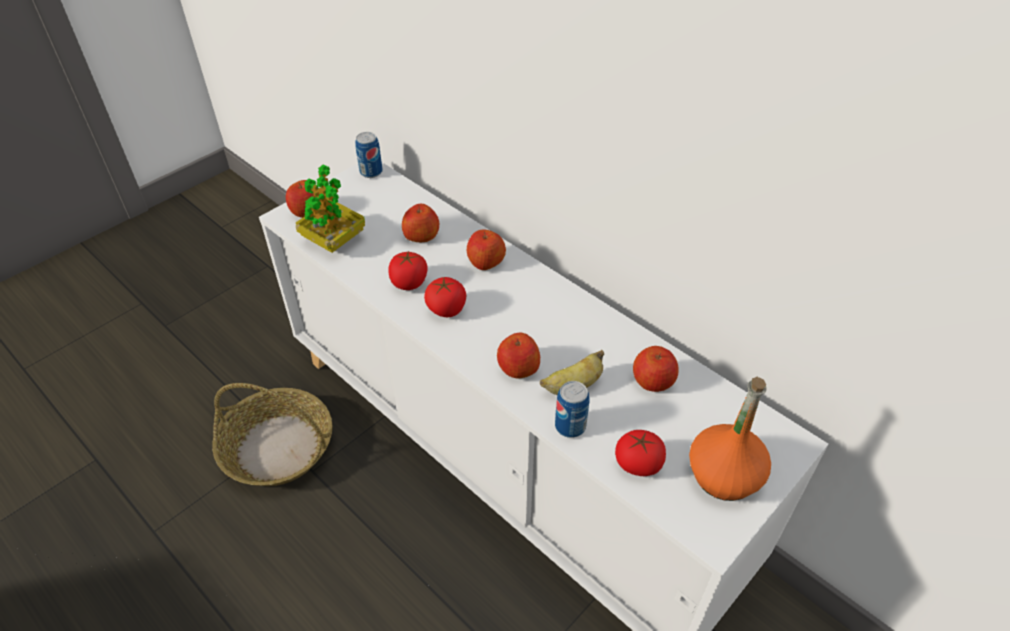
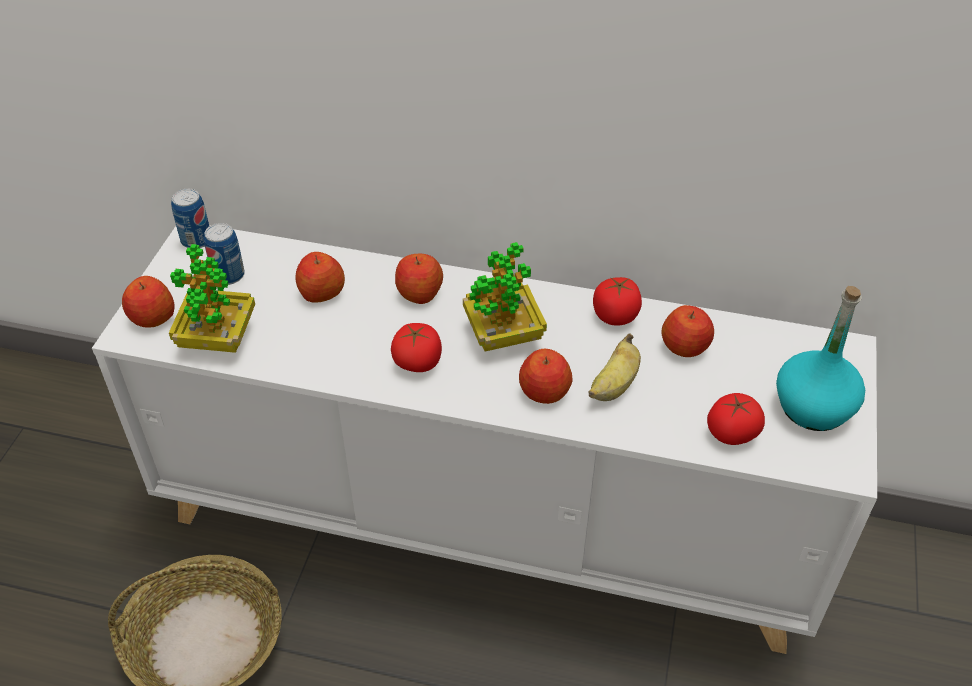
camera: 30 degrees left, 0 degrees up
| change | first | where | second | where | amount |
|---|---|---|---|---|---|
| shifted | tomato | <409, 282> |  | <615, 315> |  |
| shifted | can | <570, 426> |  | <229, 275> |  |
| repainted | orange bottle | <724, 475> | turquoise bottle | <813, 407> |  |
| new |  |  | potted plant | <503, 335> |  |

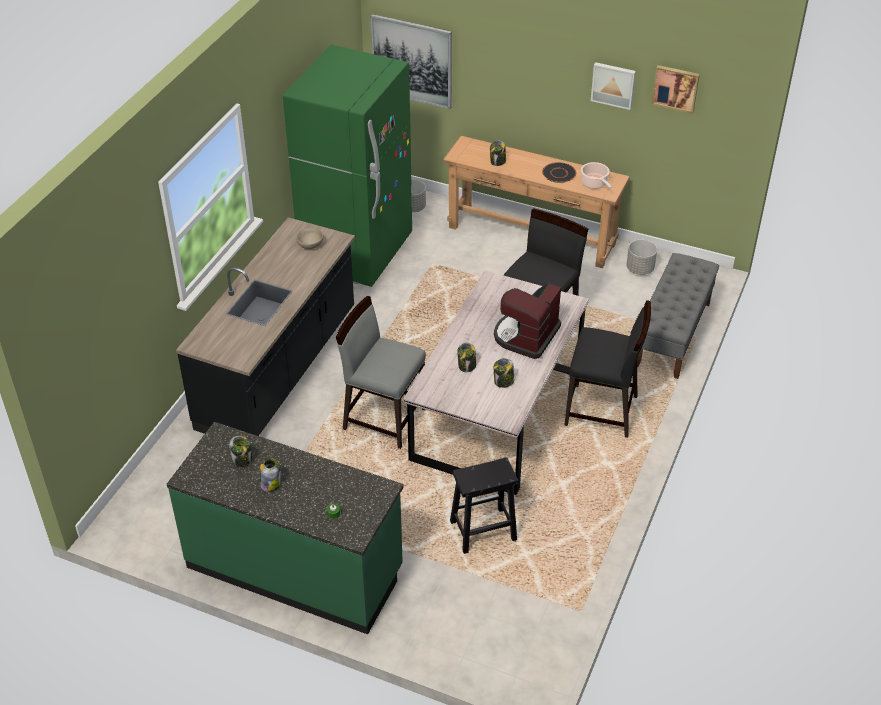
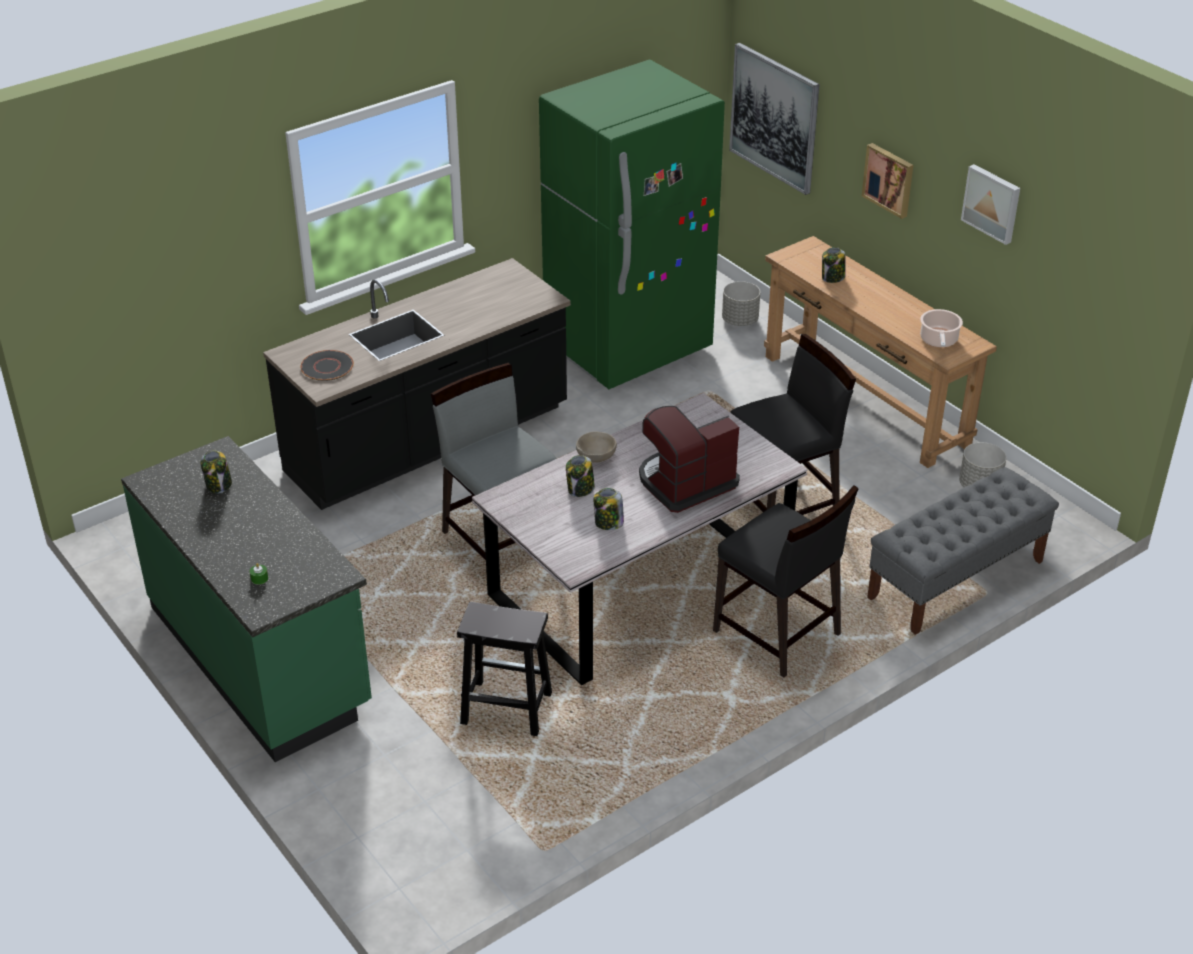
camera: 30 degrees right, 5 degrees down
| change | first | where | second | where | amount |
|---|---|---|---|---|---|
| gone | jar | <270, 484> |  |  |  |
| shifted | beige bowl | <310, 245> |  | <596, 457> |  |
| shifted | black plate | <559, 173> |  | <327, 367> |  |
| shifted | picture | <676, 88> |  | <889, 179> |  |

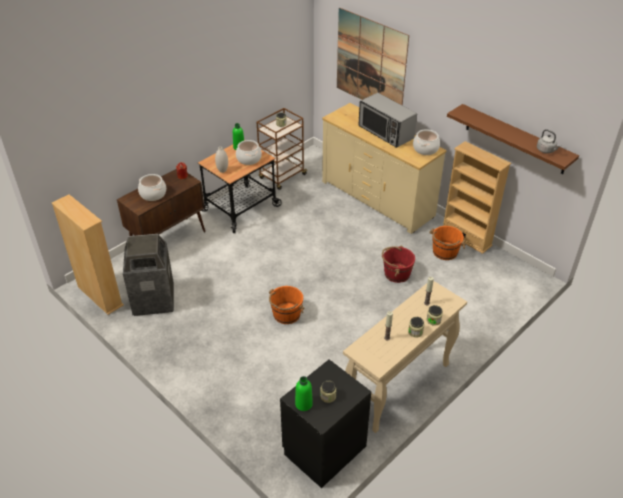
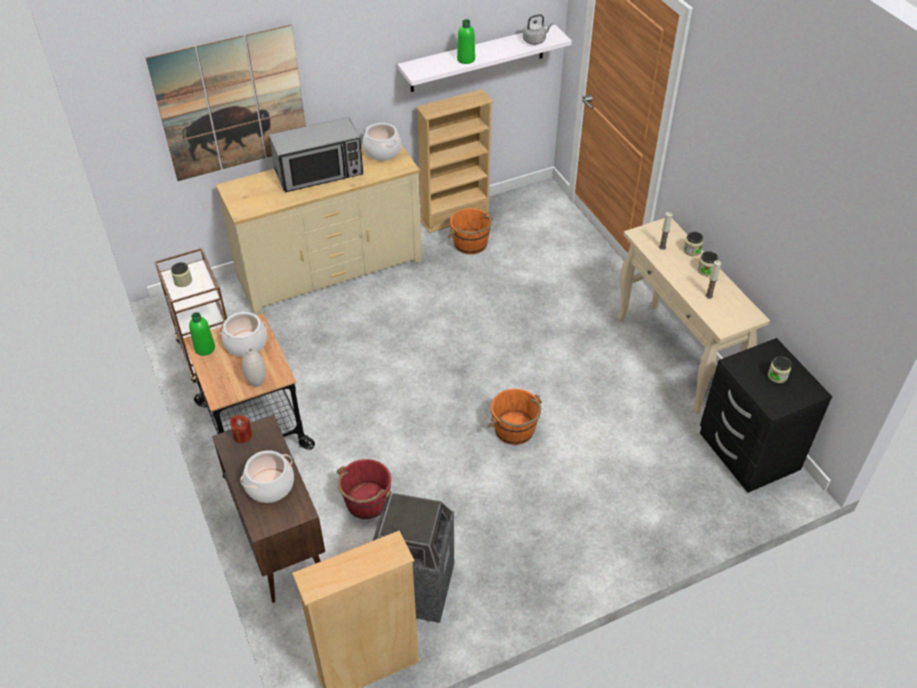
camera: 70 degrees left, 5 degrees up
| change | first | where | second | where | amount |
|---|---|---|---|---|---|
| shifted | green bottle | <303, 404> |  | <466, 59> |  |
| shifted | red bucket | <396, 273> |  | <366, 502> |  |
| repainted | brown shelf | <515, 139> | white shelf | <478, 59> |  |

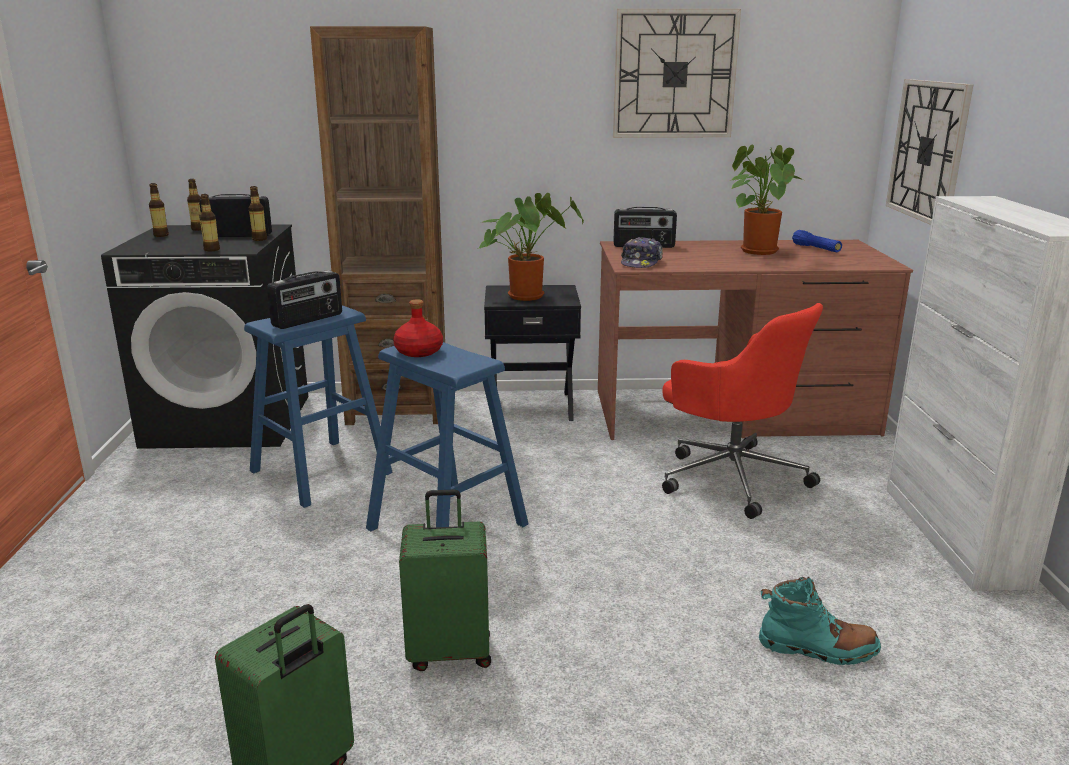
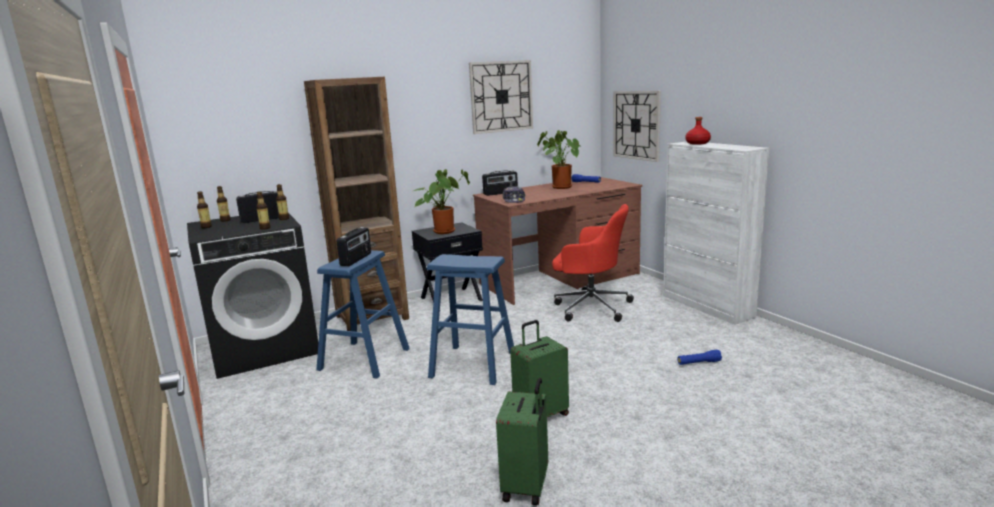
camera: 25 degrees left, 5 degrees down
| change | first | where | second | where | amount |
|---|---|---|---|---|---|
| shifted | red bottle | <418, 351> |  | <697, 143> |  |
| swapped | turquoise boot | <817, 648> | blue flashlight | <698, 363> |  |

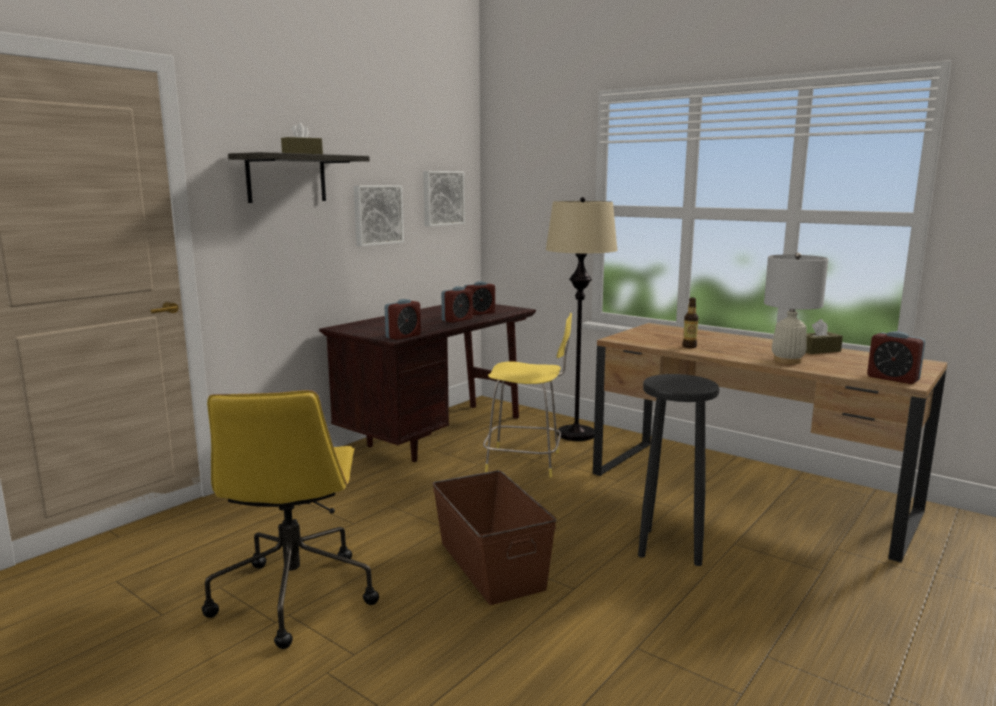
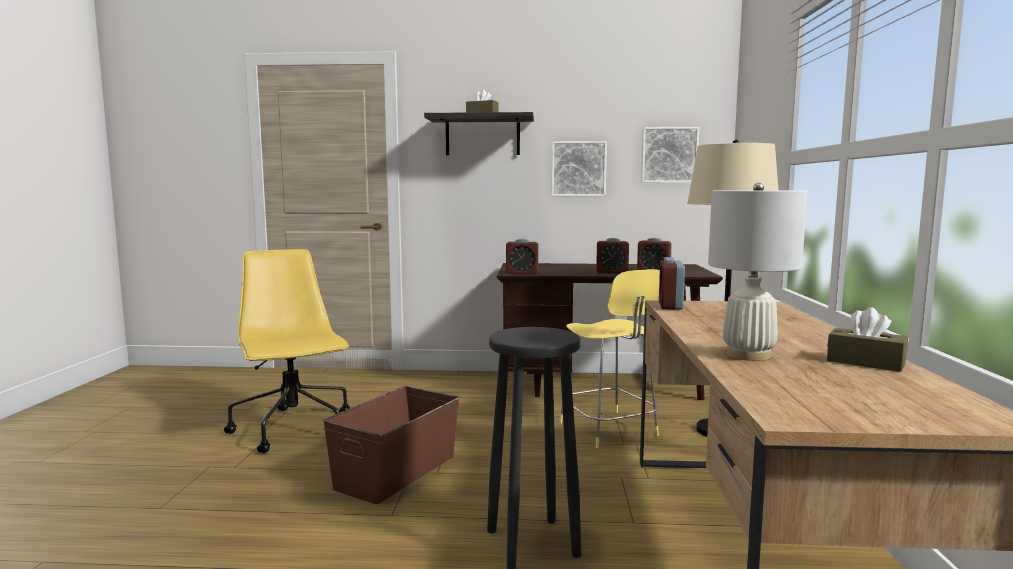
camera: 55 degrees right, 5 degrees down
| change | first | where | second | where | amount |
|---|---|---|---|---|---|
| rotated | yellow office chair | <294, 595> |  | <294, 429> | 105 degrees clockwise |
| gone | bottle | <689, 346> |  |  |  |
| shifted | alarm clock | <892, 378> |  | <670, 306> |  |

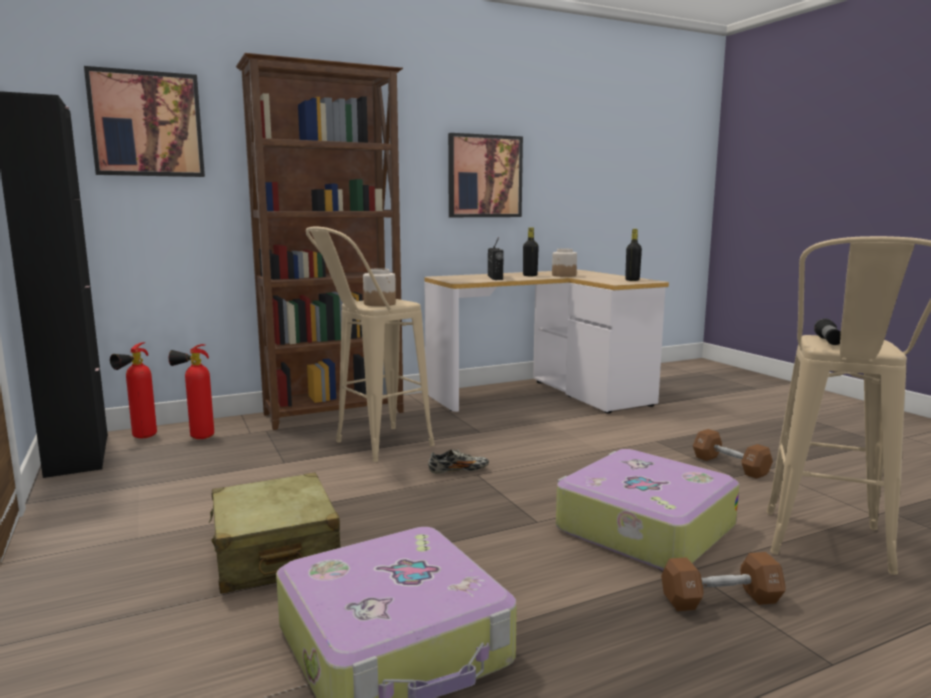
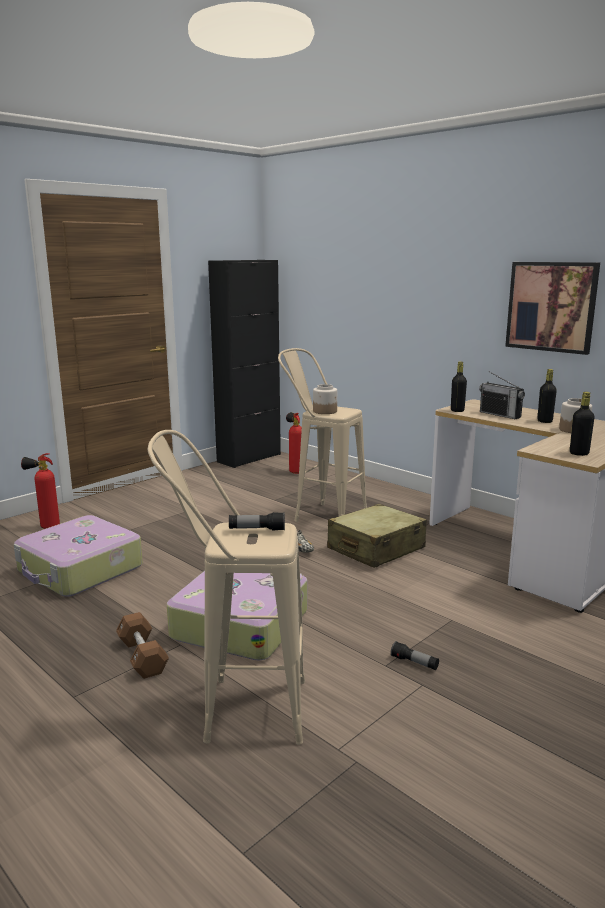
camera: 70 degrees right, 5 degrees up
| change | first | where | second | where | amount |
|---|---|---|---|---|---|
| gone | picture | <147, 124> |  |  |  |
| shifted | fire extinguisher | <140, 438> |  | <46, 527> |  |
| shifted | beige suitcase | <275, 553> |  | <375, 549> |  |
| gone | brown bookcase | <335, 413> |  |  |  |
| rotated | radio | <495, 278> |  | <500, 415> | 75 degrees clockwise |
| swapped | brown dumbbell | <730, 465> | flashlight | <414, 663> |  |
| new |  |  | black bottle | <457, 410> |  |

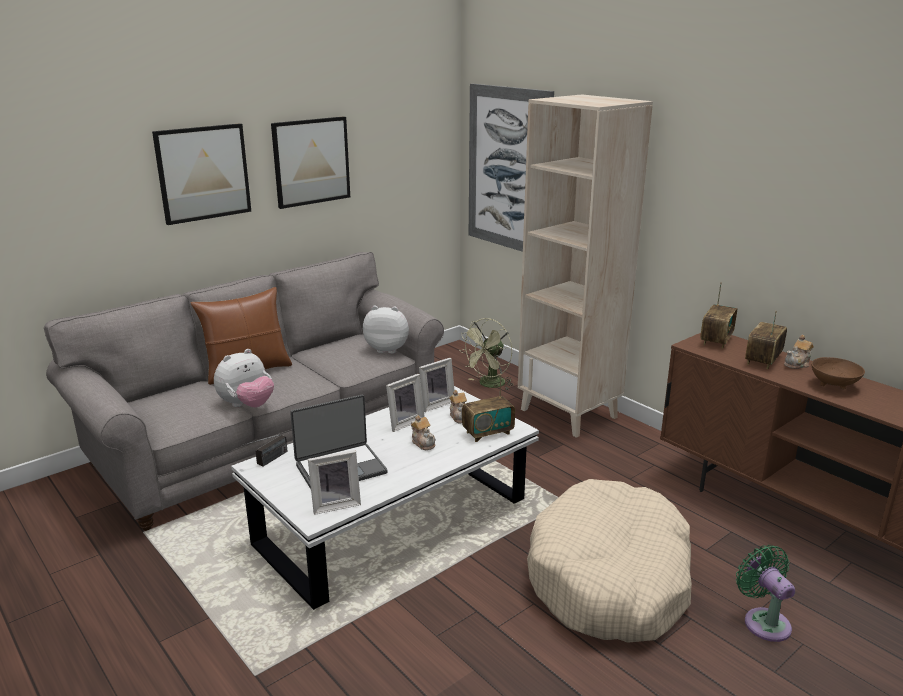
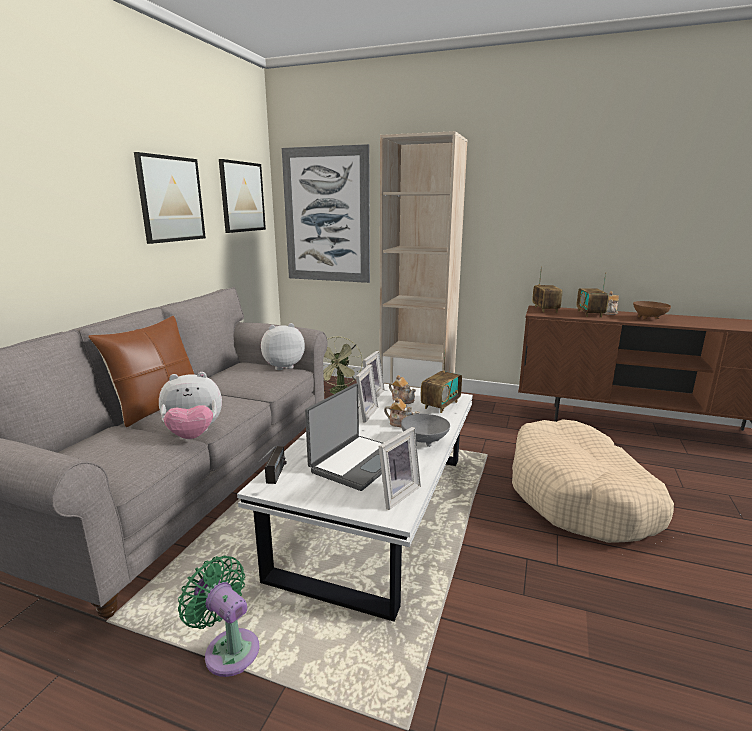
camera: 30 degrees left, 5 degrees down
| change | first | where | second | where | amount |
|---|---|---|---|---|---|
| shifted | picture | <203, 173> |  | <242, 197> |  |
| rotated | plush toy | <247, 405> |  | <194, 435> | 60 degrees clockwise |
| shifted | green fan | <764, 621> |  | <229, 648> |  |
| new |  |  | grey bowl | <423, 442> |  |

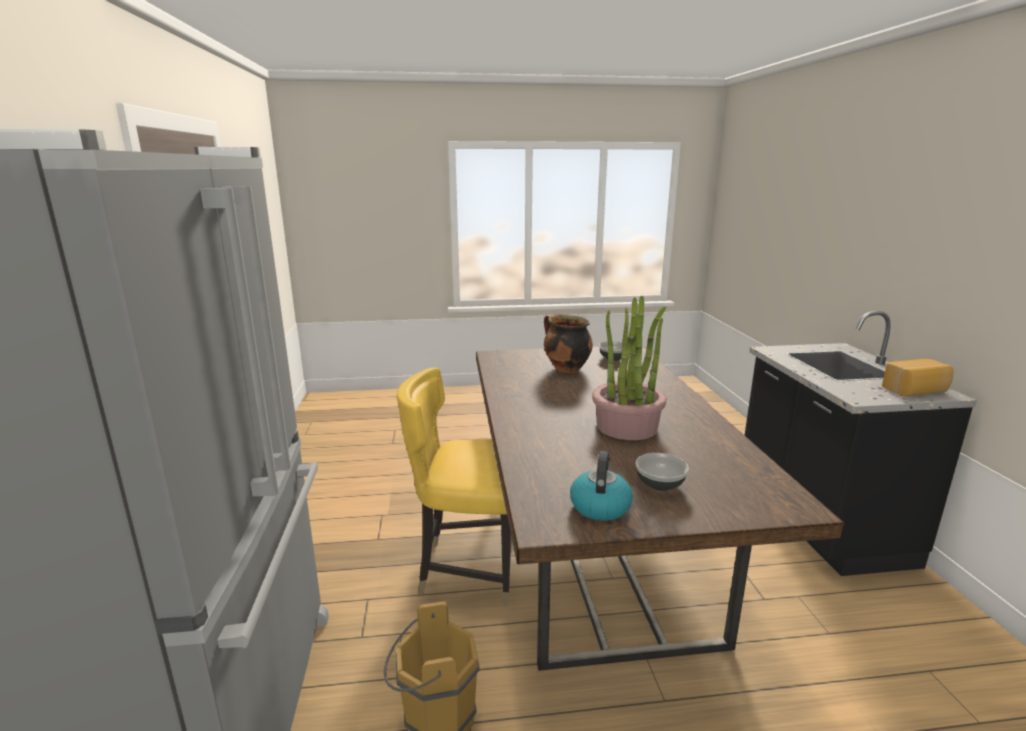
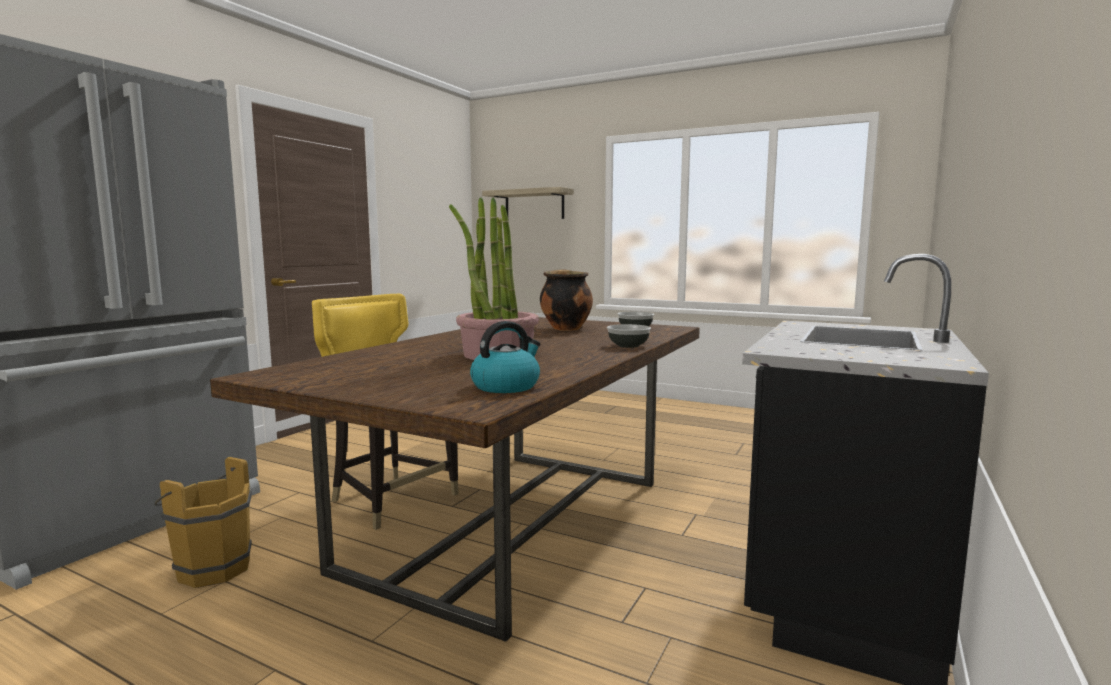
camera: 35 degrees right, 10 degrees down
| change | first | where | second | where | amount |
|---|---|---|---|---|---|
| shifted | kettle | <600, 506> |  | <506, 386> |  |
| shifted | bowl | <660, 484> |  | <628, 346> |  |
| gone | bread | <916, 391> |  |  |  |
| new |  |  | shelf | <534, 205> |  |

